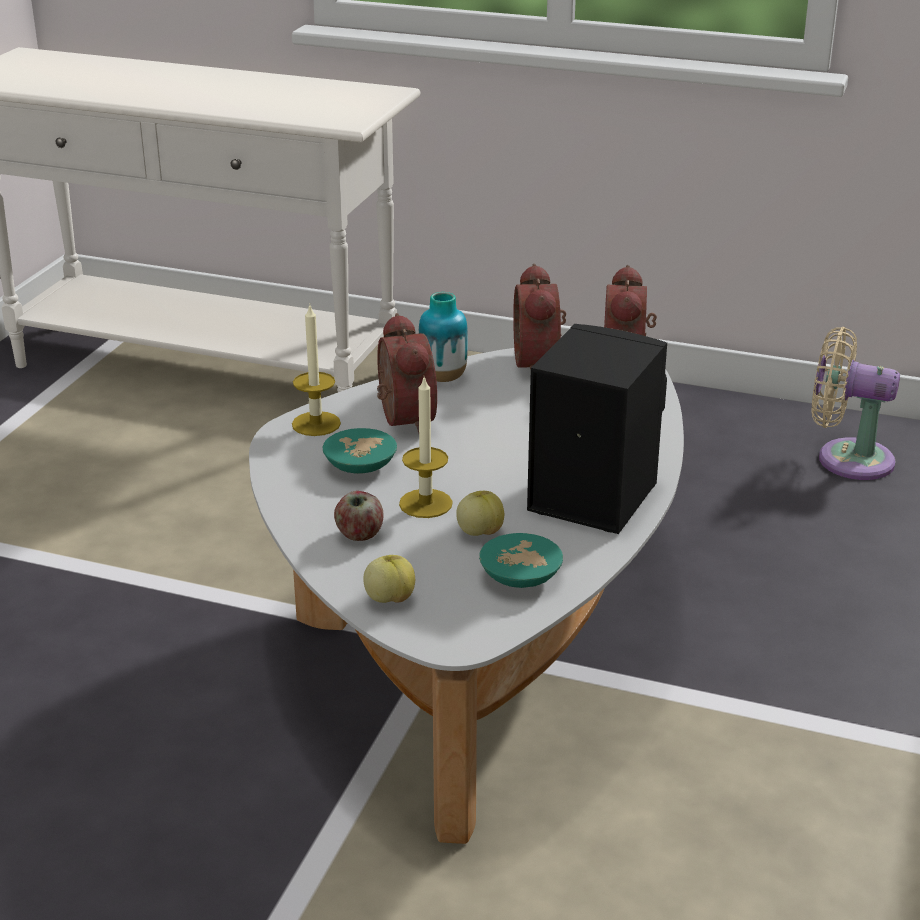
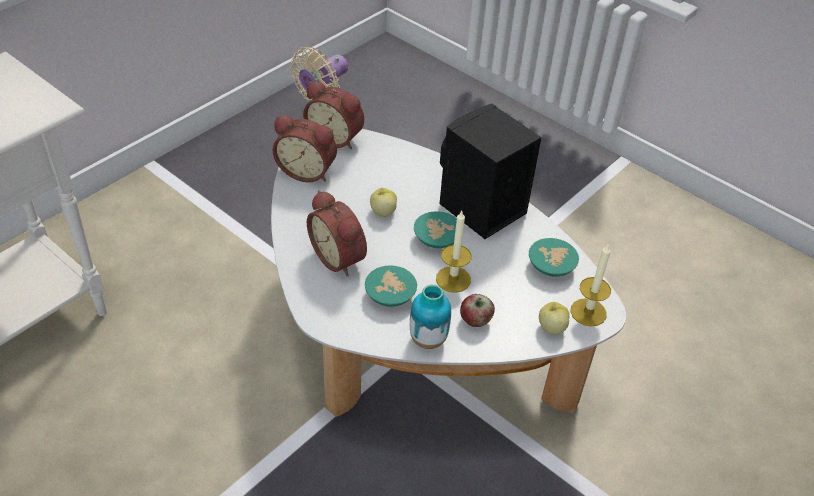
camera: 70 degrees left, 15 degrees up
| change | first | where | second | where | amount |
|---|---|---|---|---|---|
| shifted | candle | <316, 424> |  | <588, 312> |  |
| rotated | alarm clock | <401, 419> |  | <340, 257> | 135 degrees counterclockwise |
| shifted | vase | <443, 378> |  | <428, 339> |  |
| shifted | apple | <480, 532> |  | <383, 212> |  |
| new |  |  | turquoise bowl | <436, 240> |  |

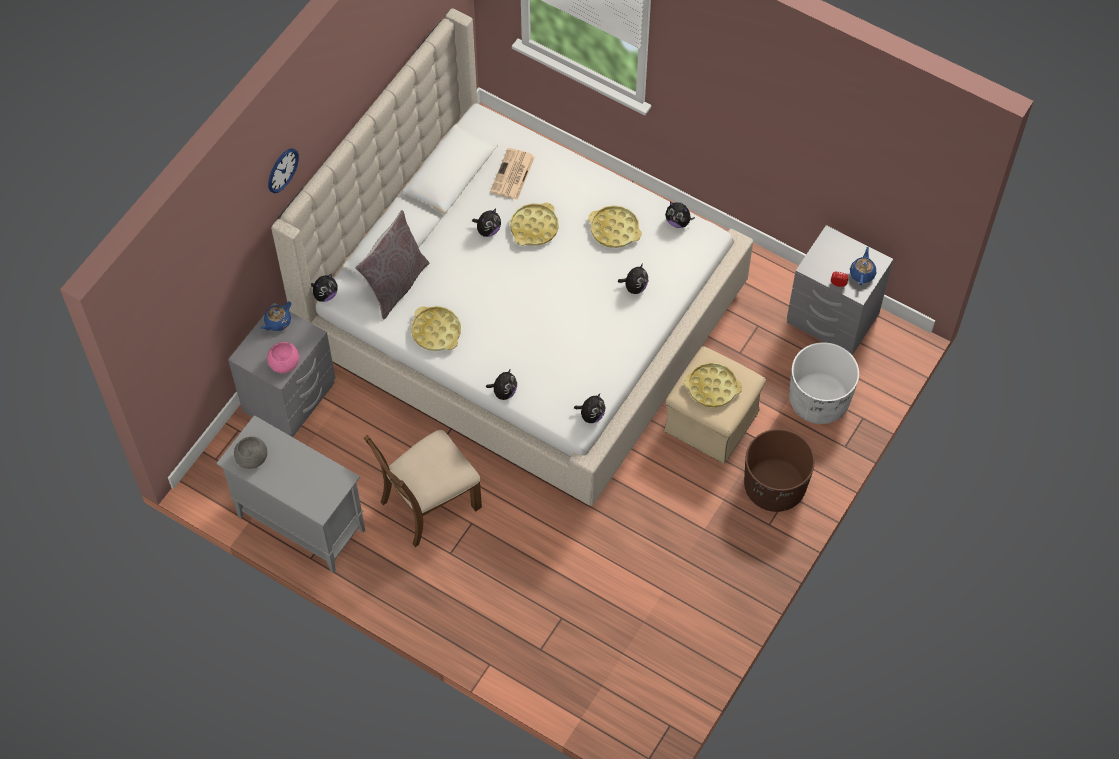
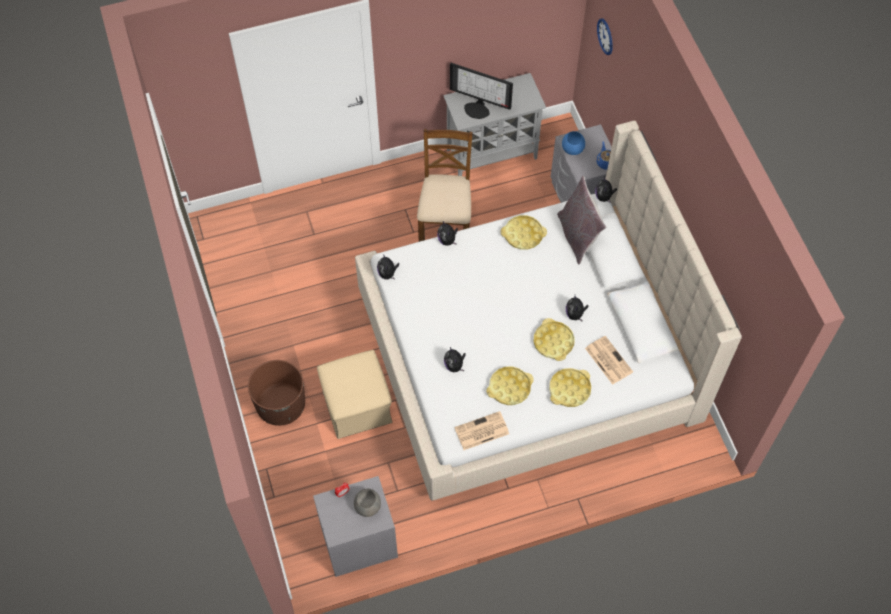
camera: 130 degrees right, 0 degrees up
| change | first | where | second | where | amount |
|---|---|---|---|---|---|
| shifted | grey bowl | <252, 457> |  | <367, 506> |  |
| repainted | pink bowl | <285, 362> | blue bowl | <572, 149> |  |
| shifted | wall clock | <282, 170> |  | <605, 36> |  |
| swapped | plush toy | <678, 222> | newspaper | <481, 431> |  |
| shifted | yellow tray | <712, 388> |  | <569, 389> |  |
| gone | white planter | <818, 400> |  |  |  |
| gone | blue teapot | <862, 273> |  |  |  |
| new |  |  | monitor | <478, 108> |  |

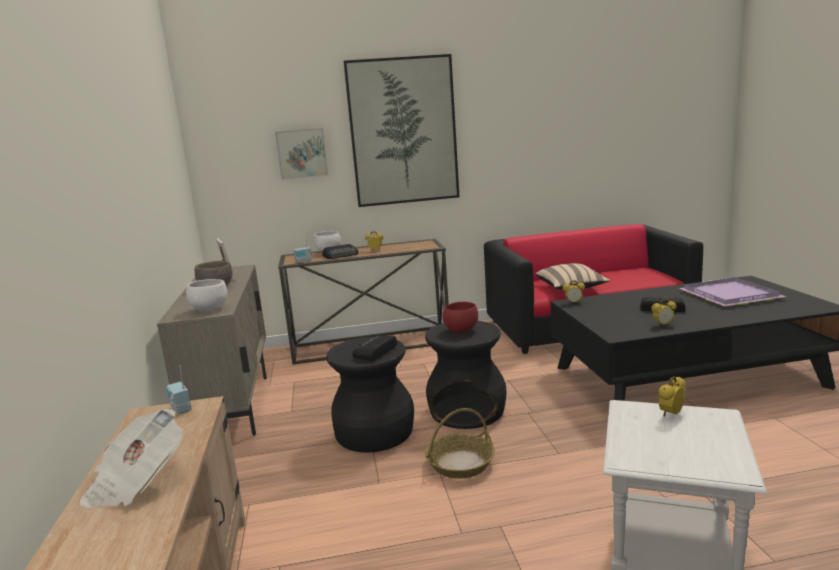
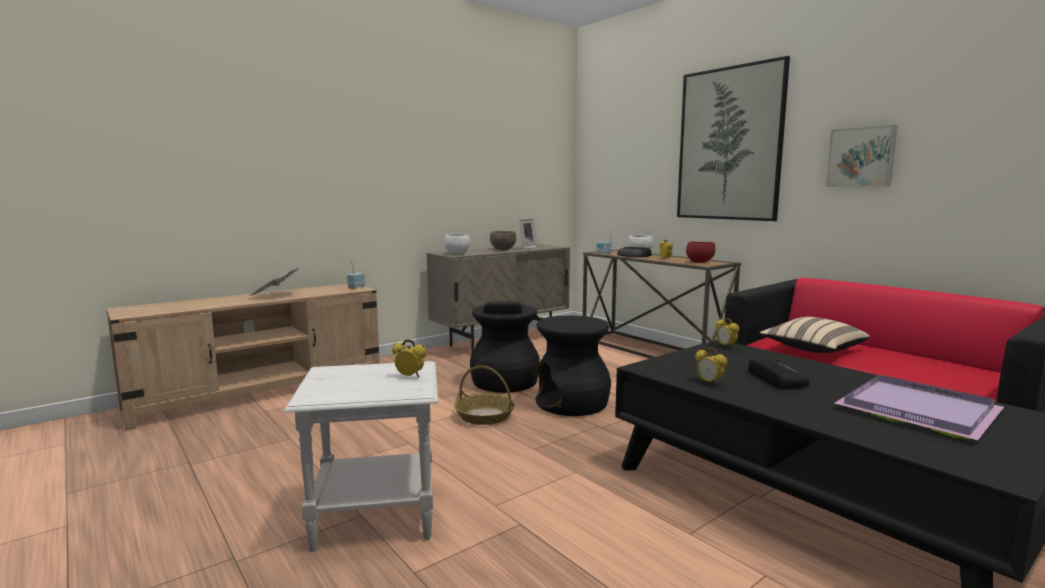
camera: 60 degrees right, 5 degrees down
| change | first | where | second | where | amount |
|---|---|---|---|---|---|
| shifted | picture | <302, 153> |  | <861, 157> |  |
| shifted | red bowl | <460, 330> |  | <699, 262> |  |

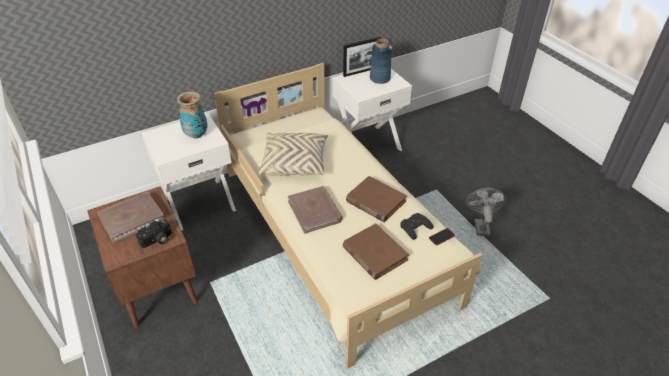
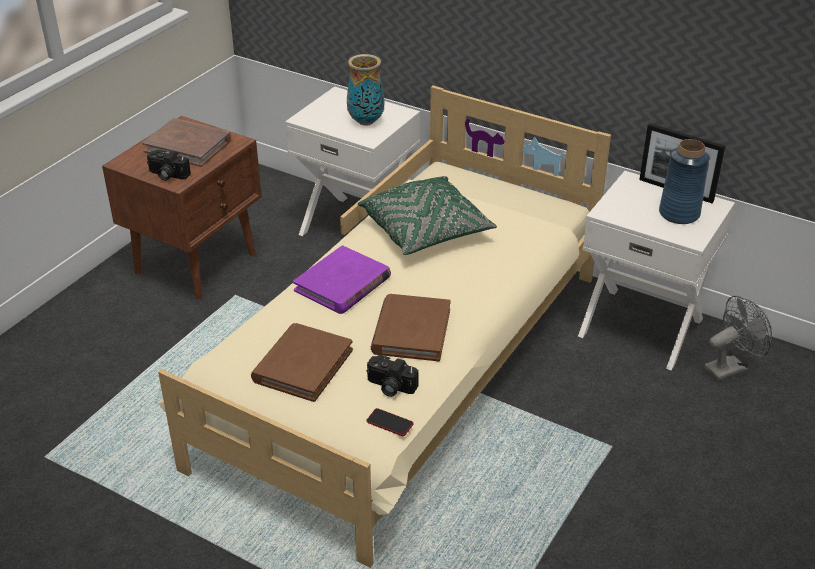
camera: 60 degrees right, 5 degrees down
| change | first | where | second | where | amount |
|---|---|---|---|---|---|
| repainted | beige pillow | <295, 163> | green pillow | <426, 231> |  |
| repainted | brown book | <315, 211> | purple book | <343, 284> |  |
| swapped | black game controller | <414, 226> | photo camera | <390, 386> |  |
| shifted | grey fan | <480, 225> |  | <730, 367> |  |

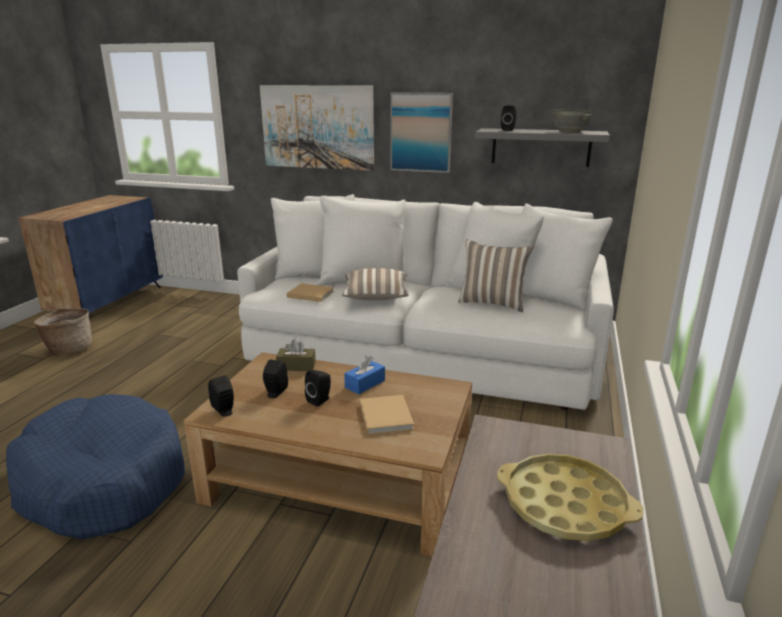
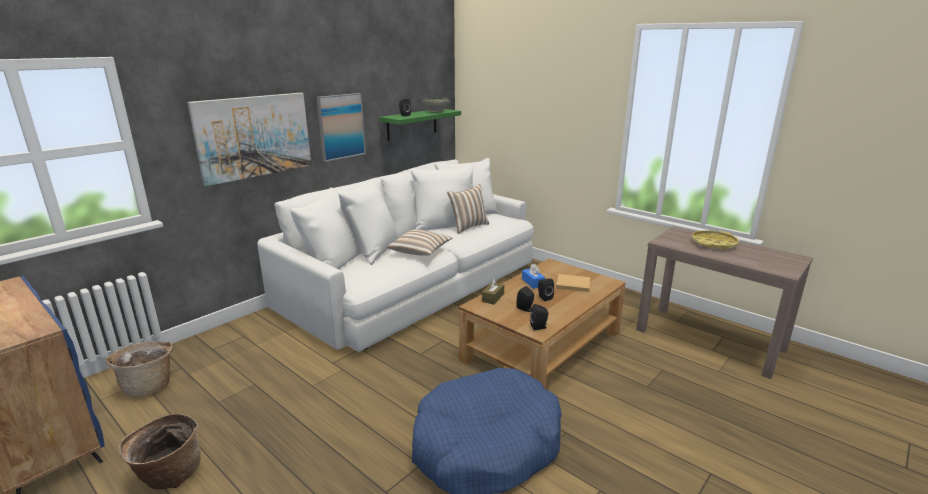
camera: 65 degrees left, 0 degrees up
| change | first | where | second | where | amount |
|---|---|---|---|---|---|
| gone | beige book | <309, 294> |  |  |  |
| repainted | grey shelf | <540, 147> | green shelf | <412, 124> |  |
| new |  |  | basket | <149, 385> |  |

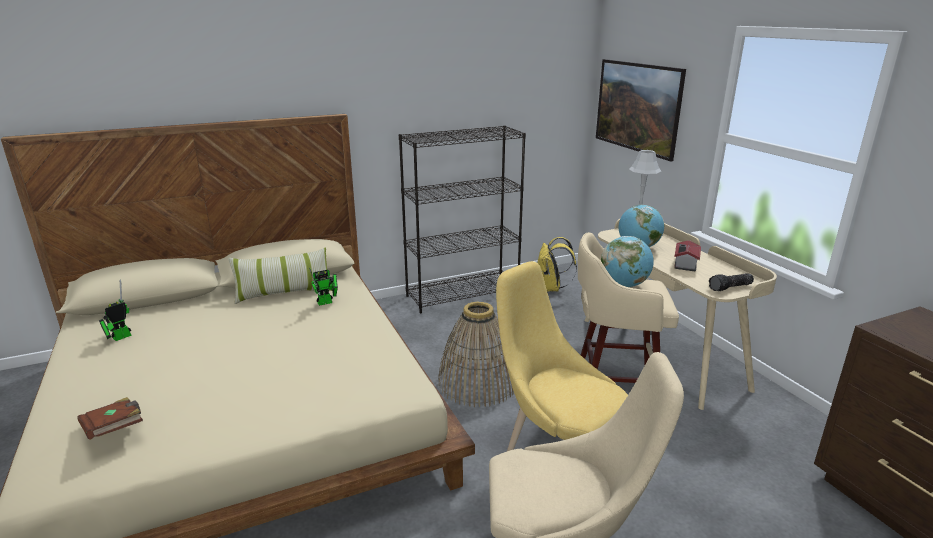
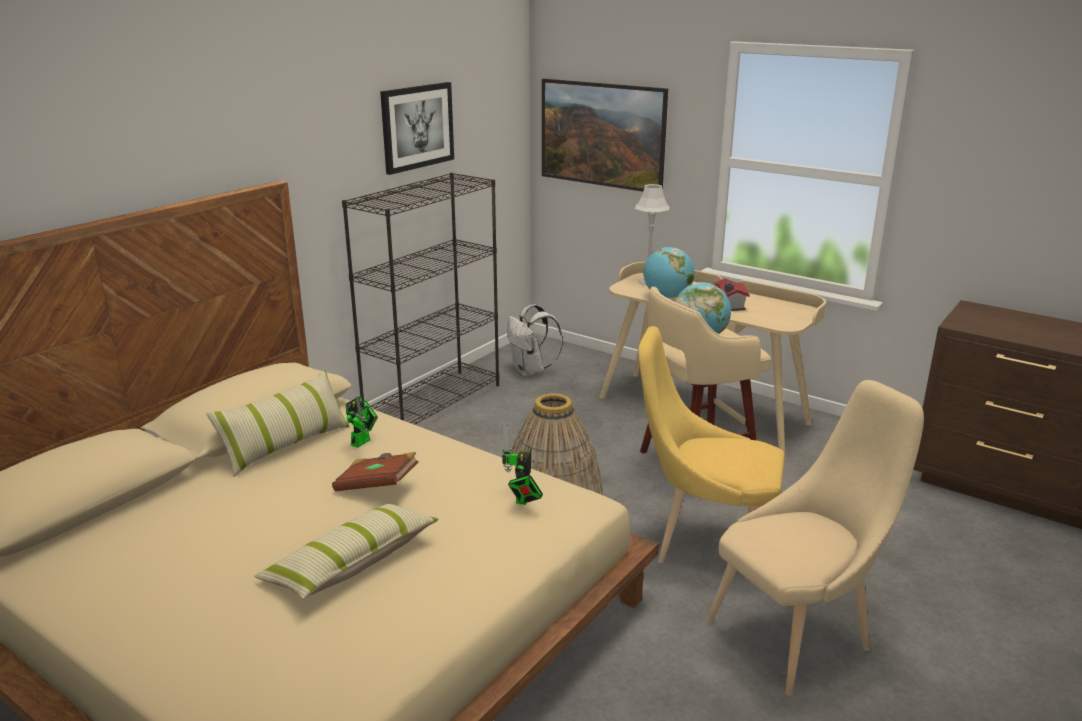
camera: 30 degrees left, 0 degrees up
| change | first | where | second | where | amount |
|---|---|---|---|---|---|
| shifted | brown book | <115, 430> |  | <377, 485> |  |
| shifted | toy robot | <119, 338> |  | <522, 500> |  |
| repainted | yellow backpack | <551, 288> | white backpack | <531, 371> |  |
| gone | flashlight | <730, 288> |  |  |  |
| new |  |  | pillow | <351, 563> |  |
| new |  |  | picture | <417, 127> |  |

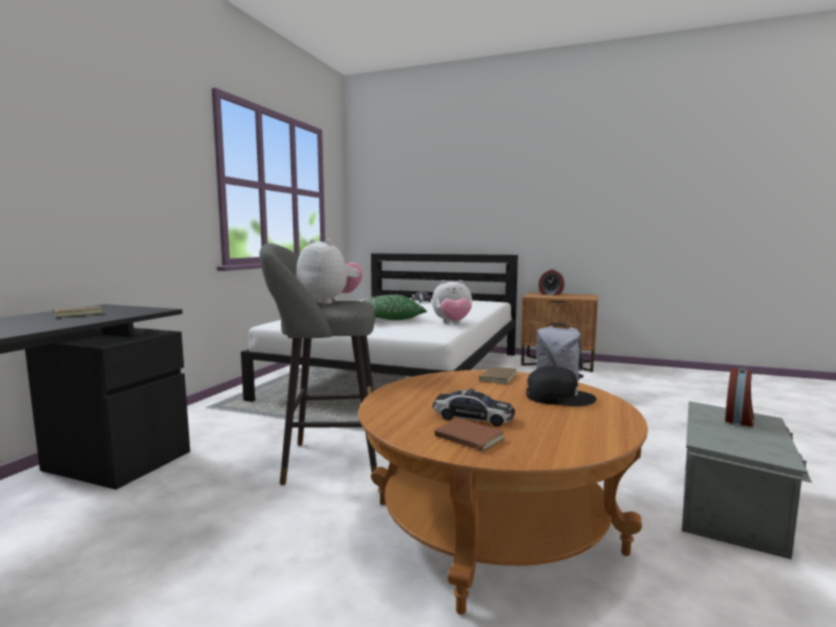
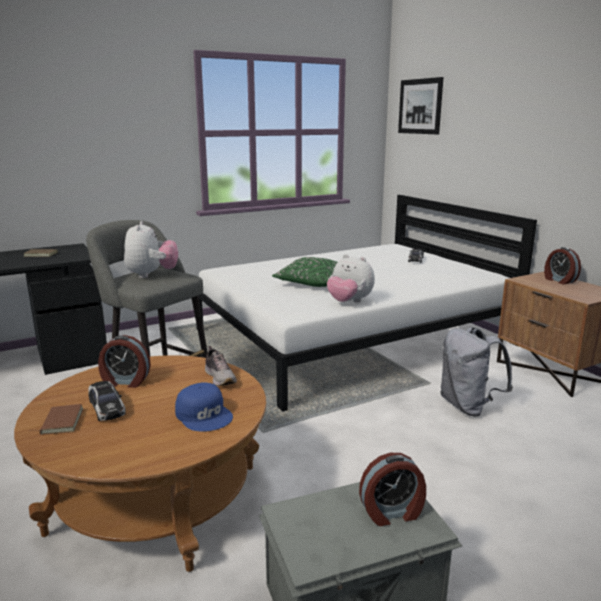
camera: 40 degrees right, 10 degrees up
| change | first | where | second | where | amount |
|---|---|---|---|---|---|
| swapped | brown book | <496, 377> | shoe | <220, 378> |  |
| repainted | black cap | <559, 396> | blue cap | <204, 414> |  |
| new |  |  | alarm clock | <125, 382> |  |
| new |  |  | picture | <420, 106> |  |

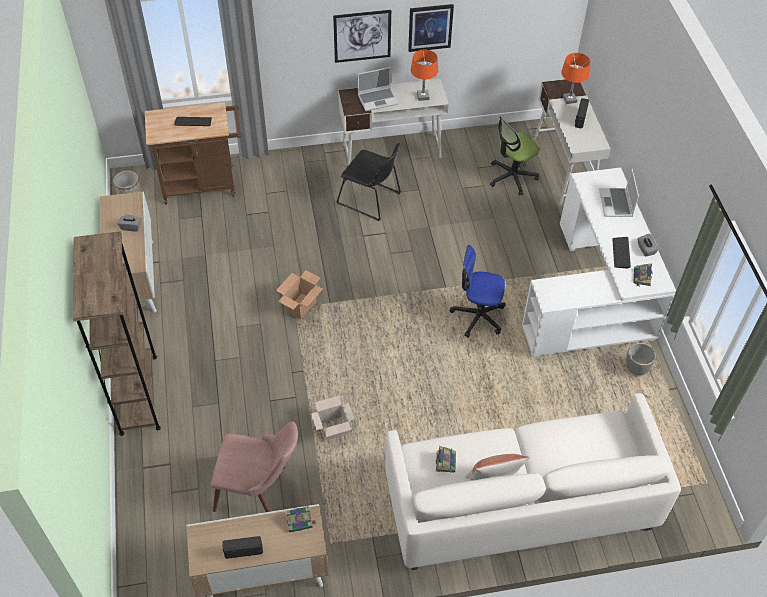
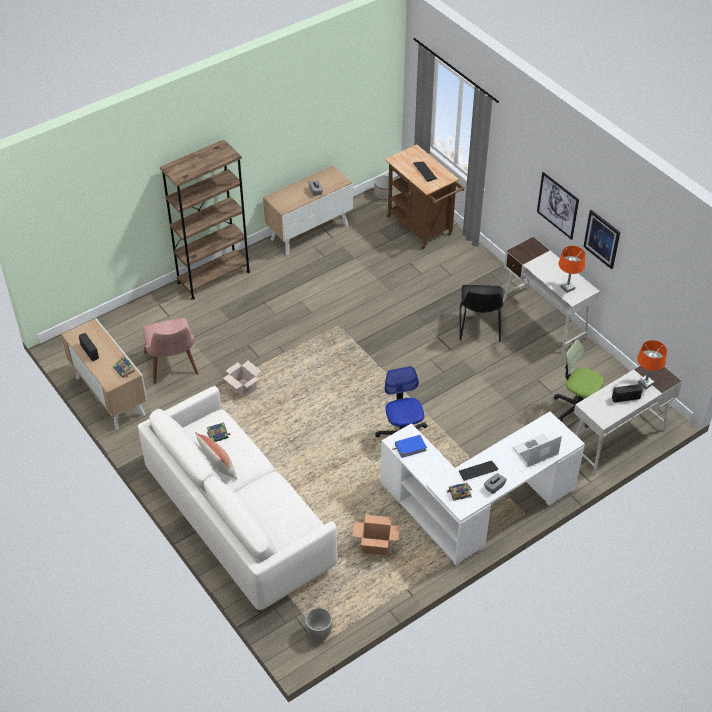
camera: 65 degrees right, 5 degrees down
| change | first | where | second | where | amount |
|---|---|---|---|---|---|
| shifted | cardboard box | <300, 307> |  | <375, 546> |  |
| gone | laptop | <378, 99> |  |  |  |
| shifted | planter | <636, 368> |  | <319, 632> |  |
| new |  |  | blue book | <410, 447> |  |

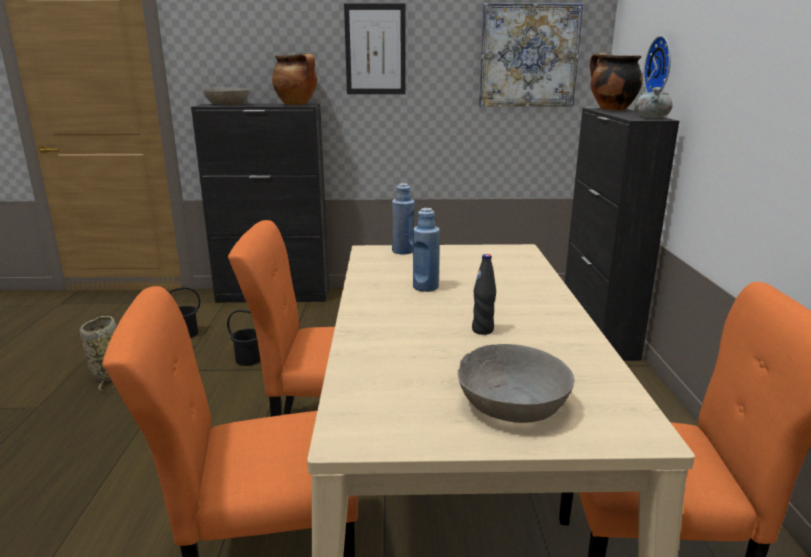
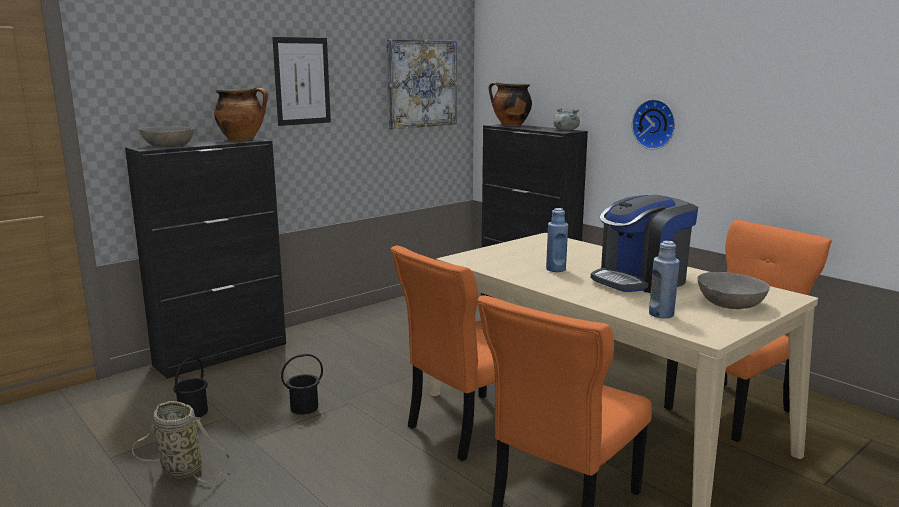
camera: 40 degrees left, 5 degrees down
| change | first | where | second | where | amount |
|---|---|---|---|---|---|
| shifted | blue bottle | <403, 251> |  | <661, 314> |  |
| swapped | black bottle | <482, 330> | coffee machine | <641, 280> |  |
| shifted | wall clock | <661, 67> |  | <655, 124> |  |

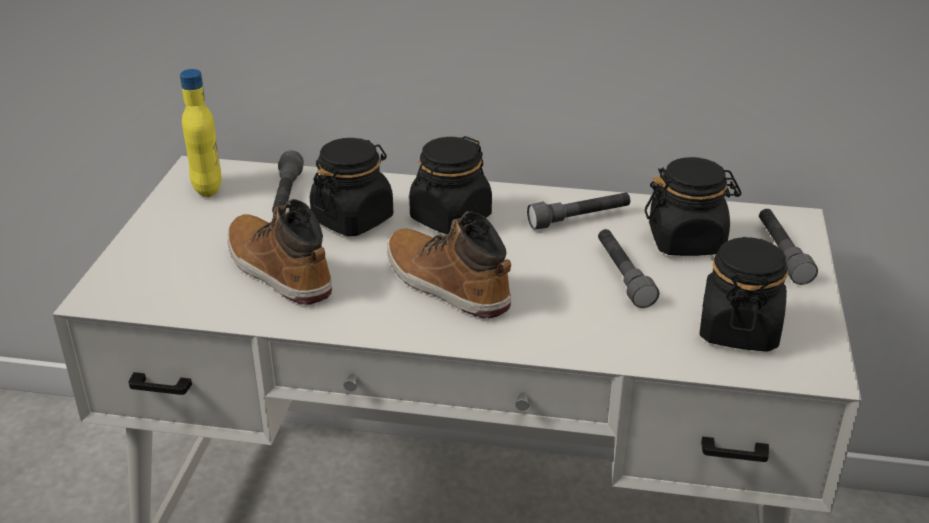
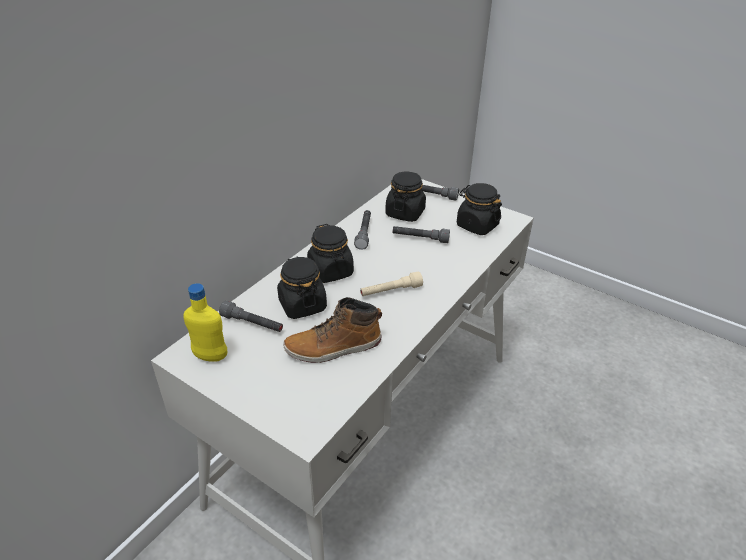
camera: 65 degrees left, 5 degrees up
| change | first | where | second | where | amount |
|---|---|---|---|---|---|
| swapped | boot | <445, 284> | beige flashlight | <390, 291> |  |

